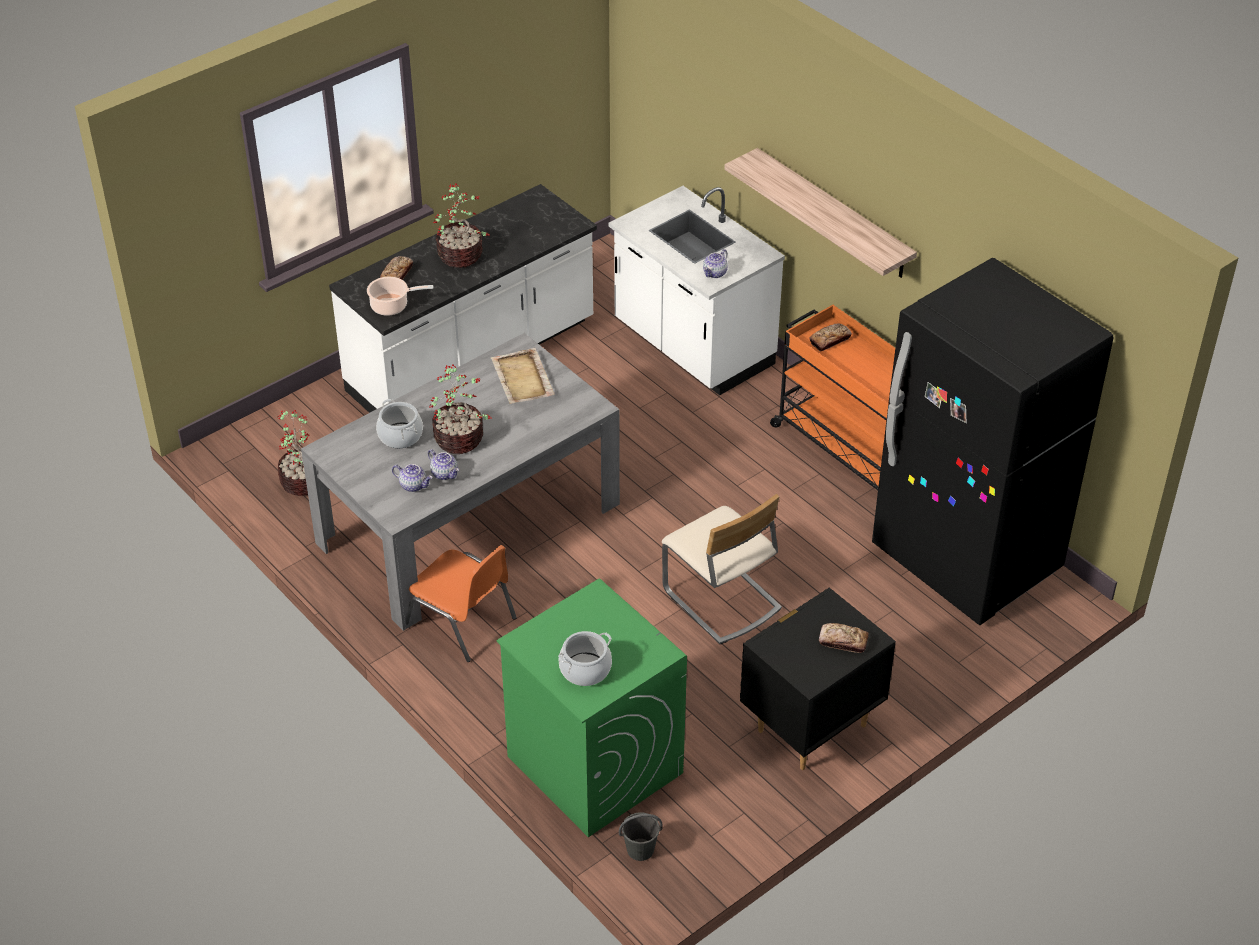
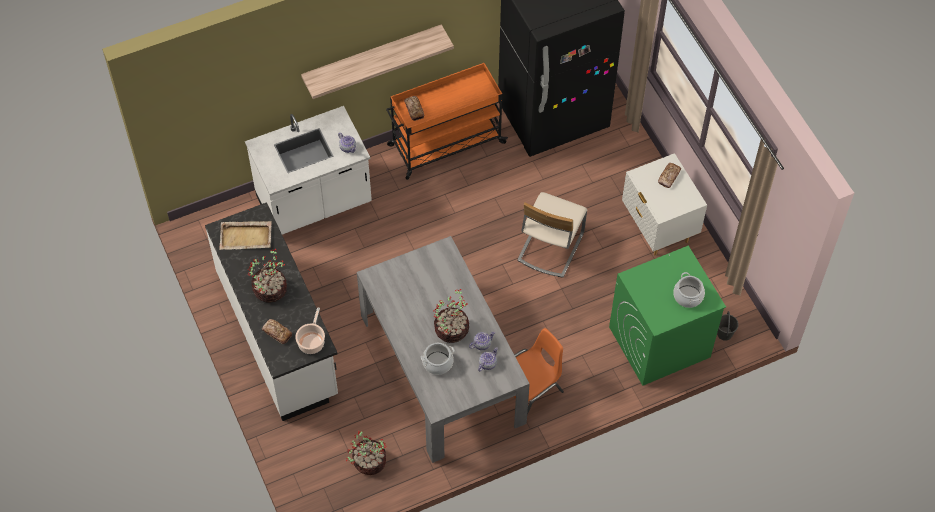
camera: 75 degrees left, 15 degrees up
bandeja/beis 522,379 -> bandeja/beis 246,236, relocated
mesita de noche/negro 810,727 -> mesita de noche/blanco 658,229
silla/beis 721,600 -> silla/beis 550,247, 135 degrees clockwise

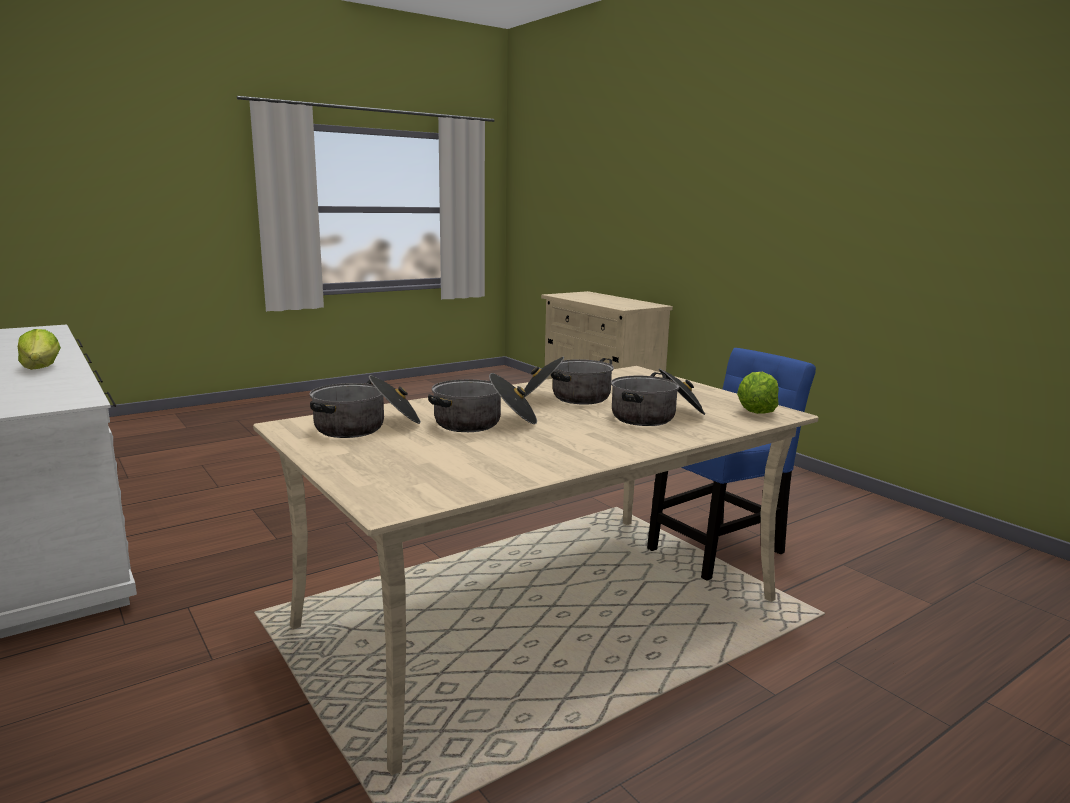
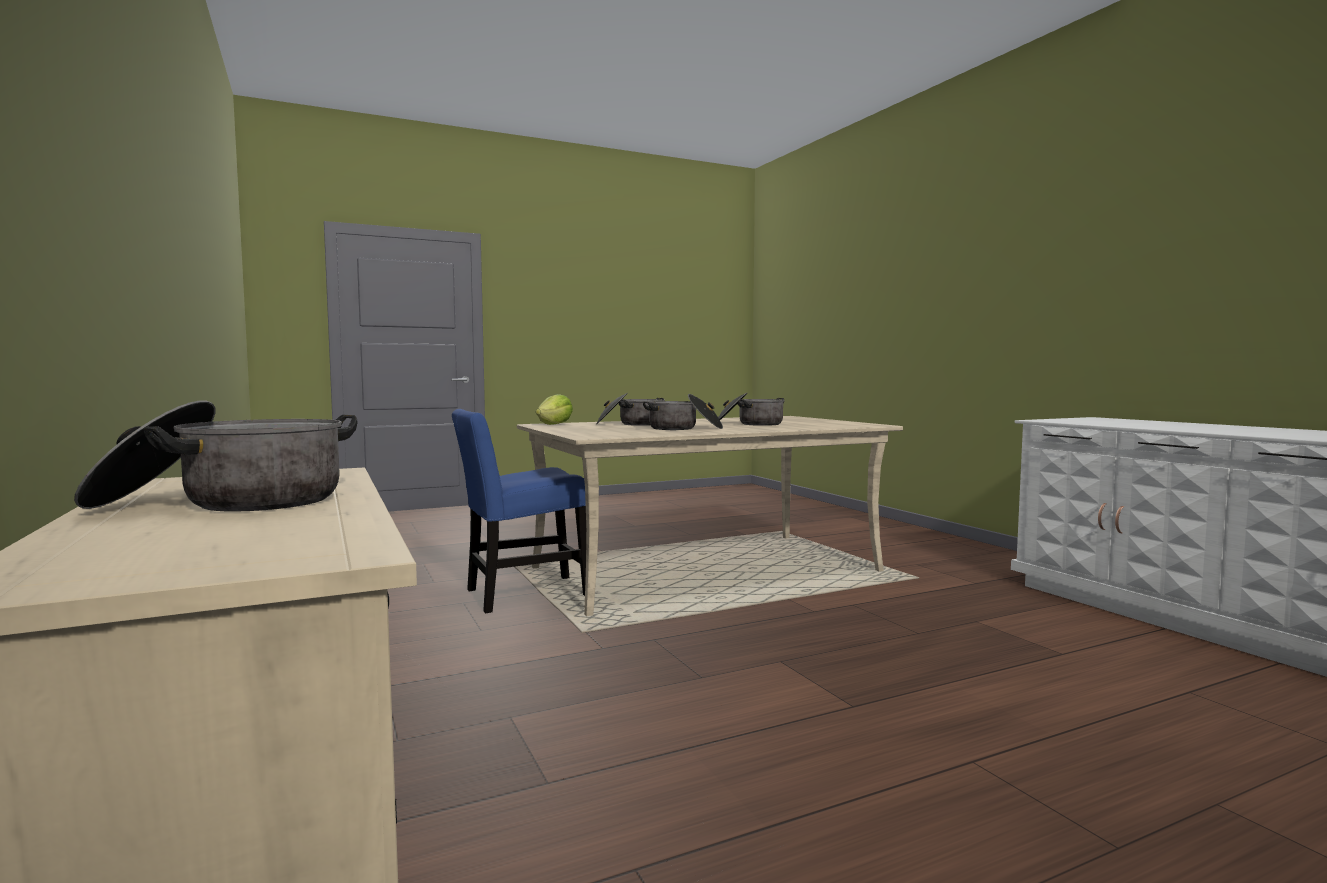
camera: 170 degrees left, 10 degrees down
lechuga 41,368 -> none
olla 366,427 -> olla 226,502, relocated

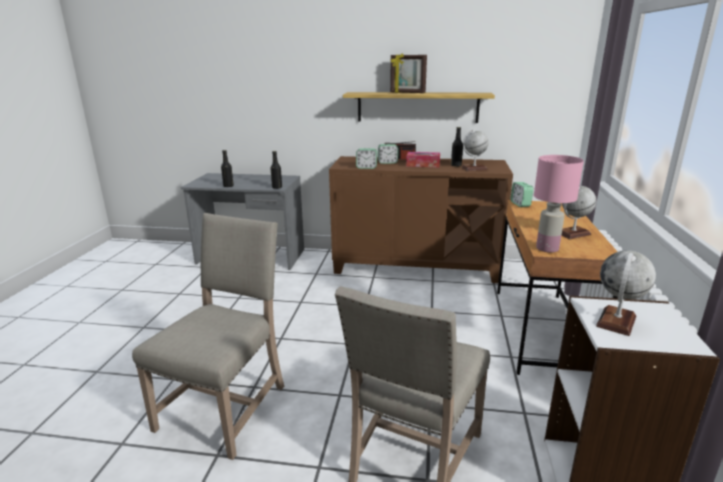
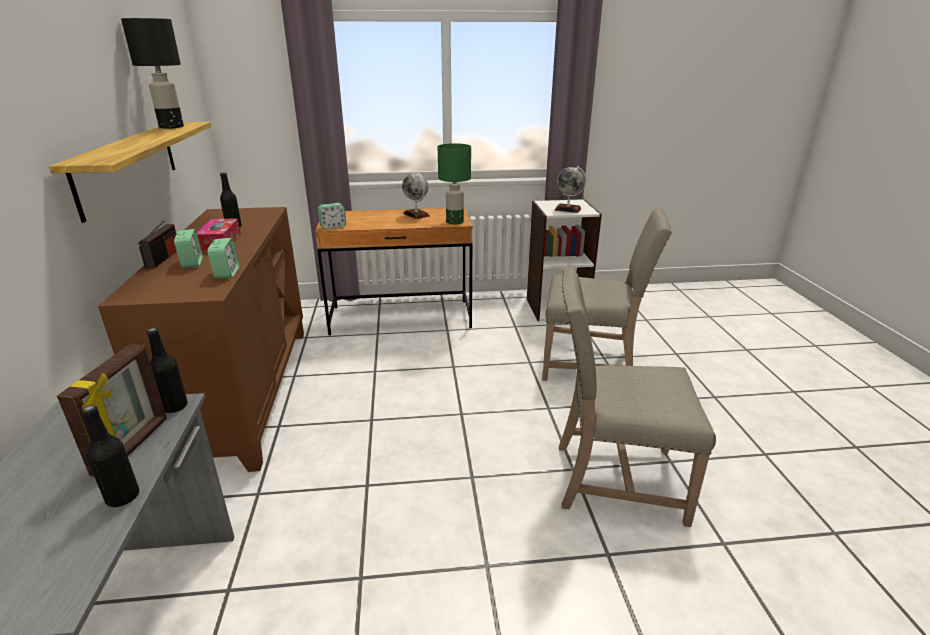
camera: 105 degrees left, 5 degrees up
globo terráqueo 474,168 -> none
none -> lámpara de mesa/negro 172,127
portarretratos 407,93 -> portarretratos 133,446, relocated
lámpara de mesa/rosa 547,248 -> lámpara de mesa/verde 454,222

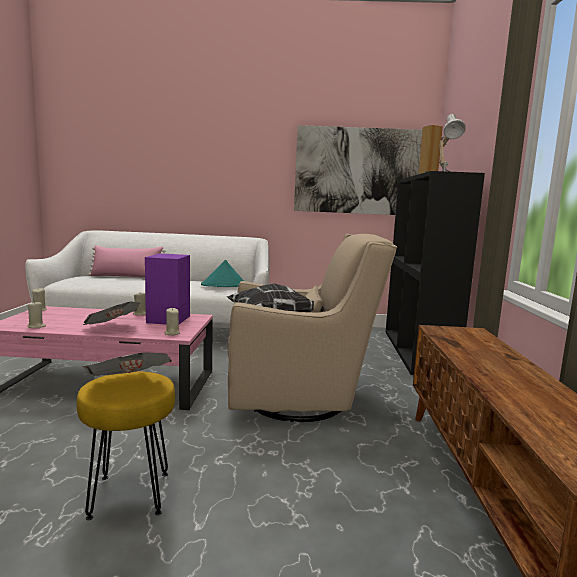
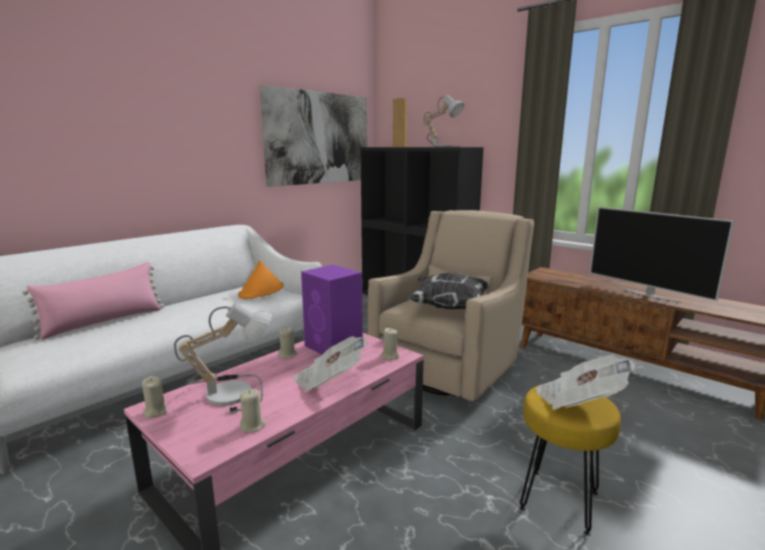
camera: 50 degrees left, 5 degrees up
none -> lámpara de mesa 232,391
none -> televisor 647,294
sombrero/turquesa 224,285 -> sombrero/naranja 262,291

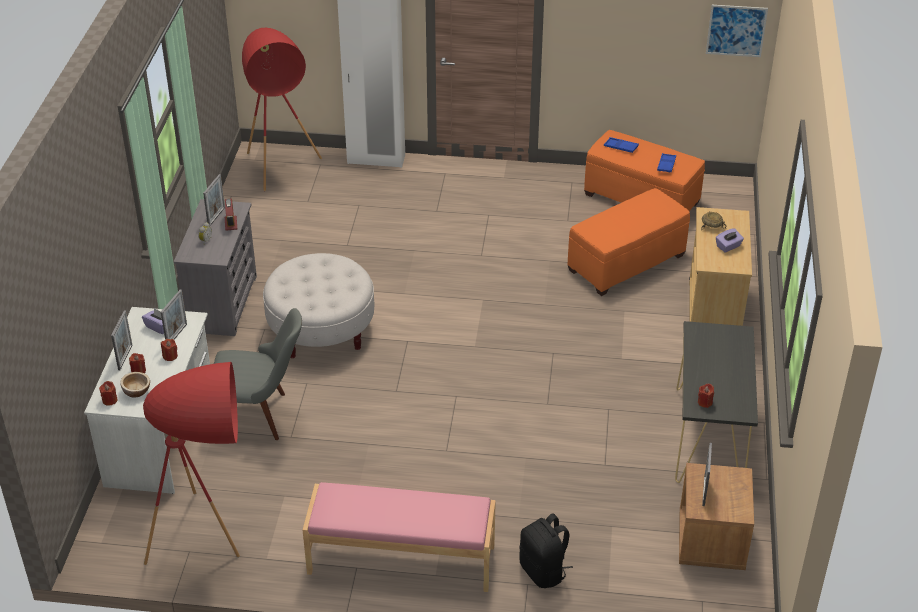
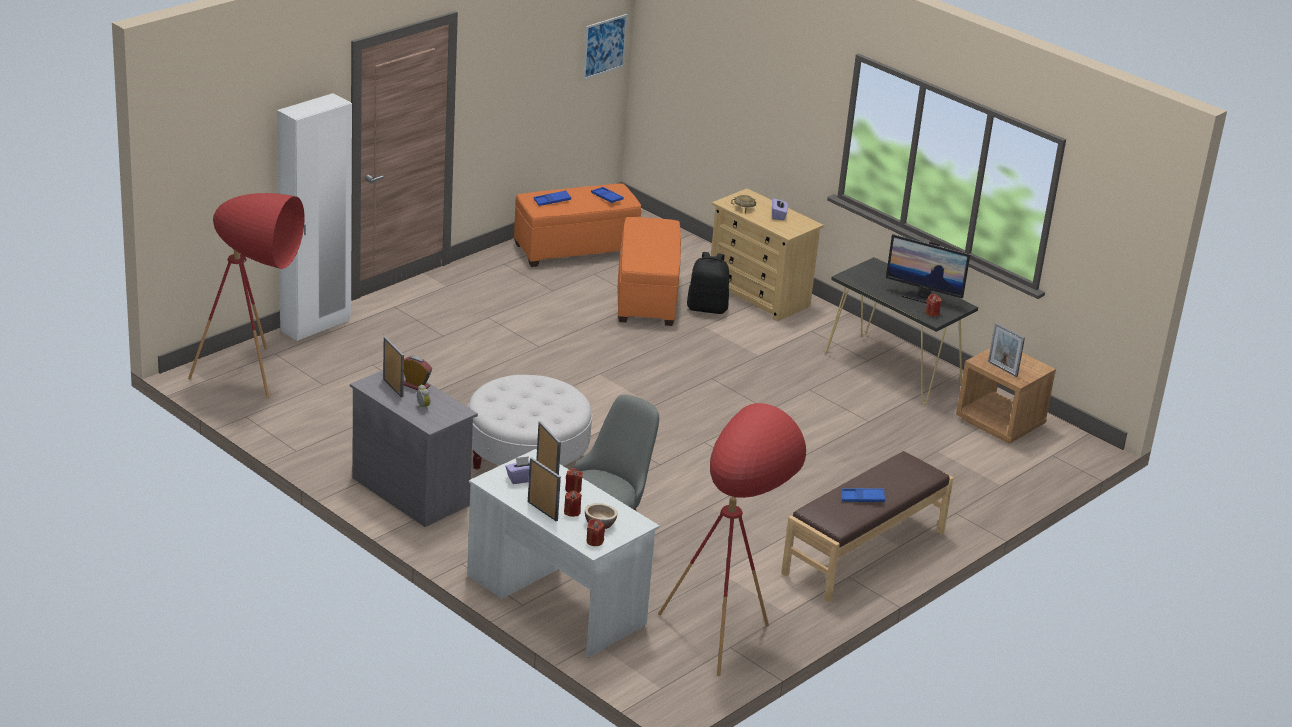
camera: 55 degrees left, 10 degrees down
none -> bandeja/azul 862,498
none -> monitor 923,297
mochila/negro 544,571 -> mochila/negro 707,308, relocated
banco/rosa 401,560 -> banco/marrón 865,553

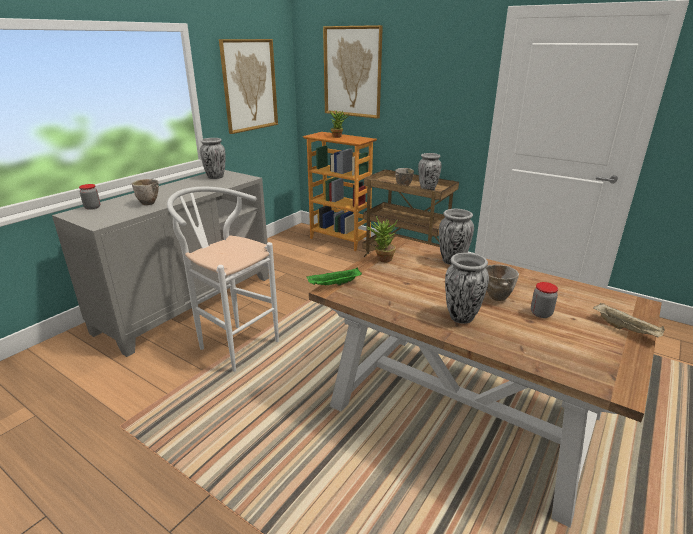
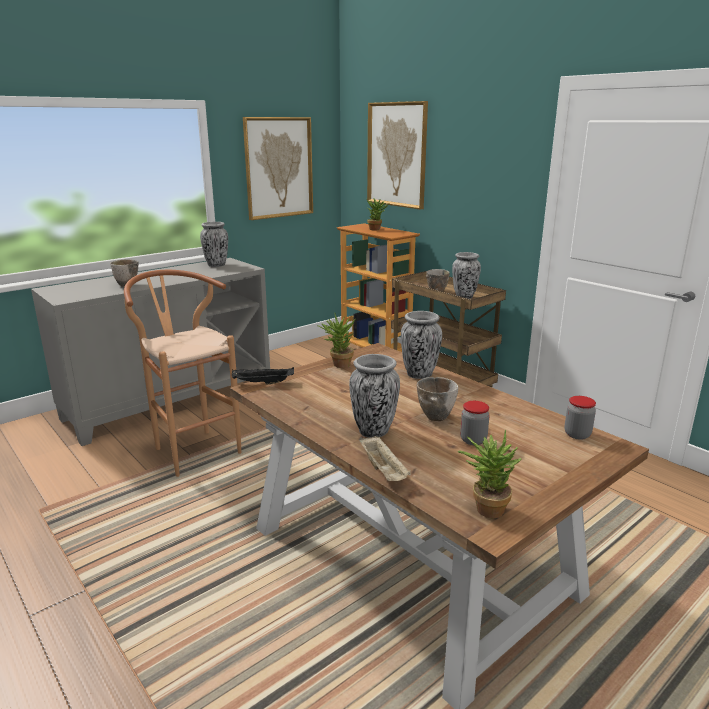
camera: 15 degrees right, 5 degrees down
none -> planta en maceta 485,507
tarro 92,207 -> tarro 577,434, relocated
bandeja/beis 626,329 -> bandeja/beis 384,471, relocated
taburete/blanco 233,343 -> taburete/marrón 192,448
bandeja/verde 334,285 -> bandeja/negro 262,383

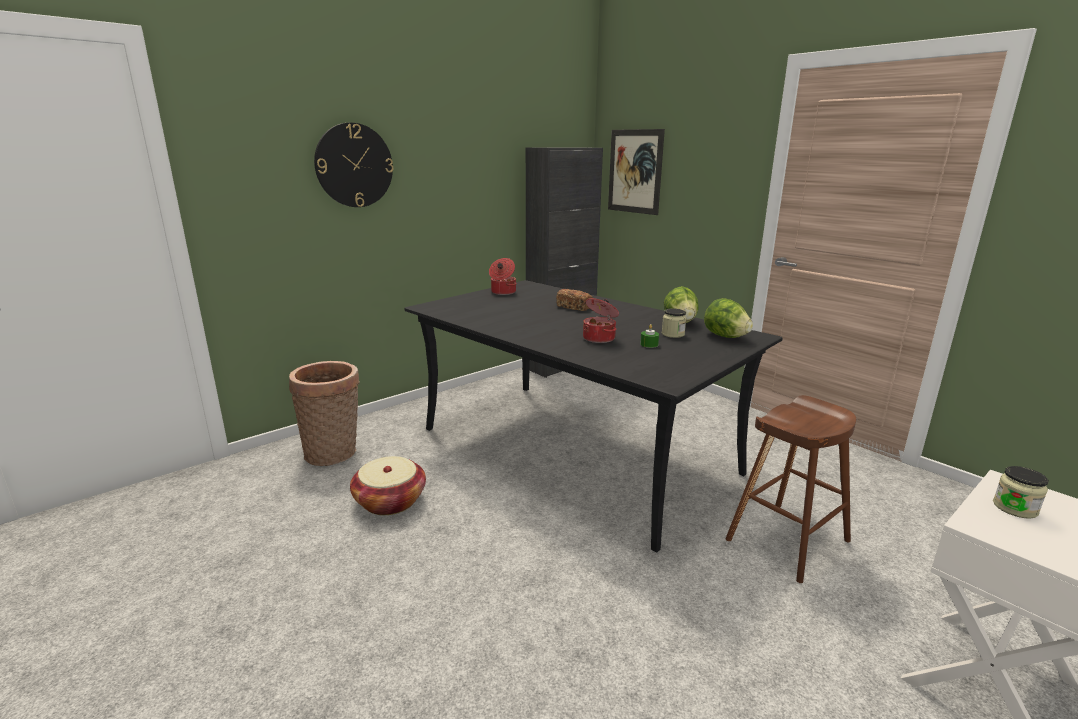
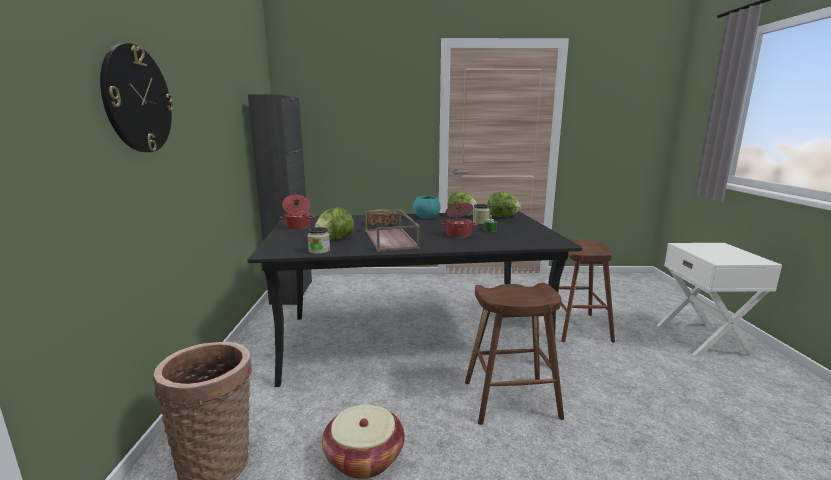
camera: 50 degrees left, 5 degrees down
cuadro 635,171 -> none
none -> lechuga 334,239
none -> bandeja/marrón 391,239
none -> cuenco/turquesa 427,218
none -> taburete/marrón 511,399
tarro 1015,508 -> tarro 319,251, relocated

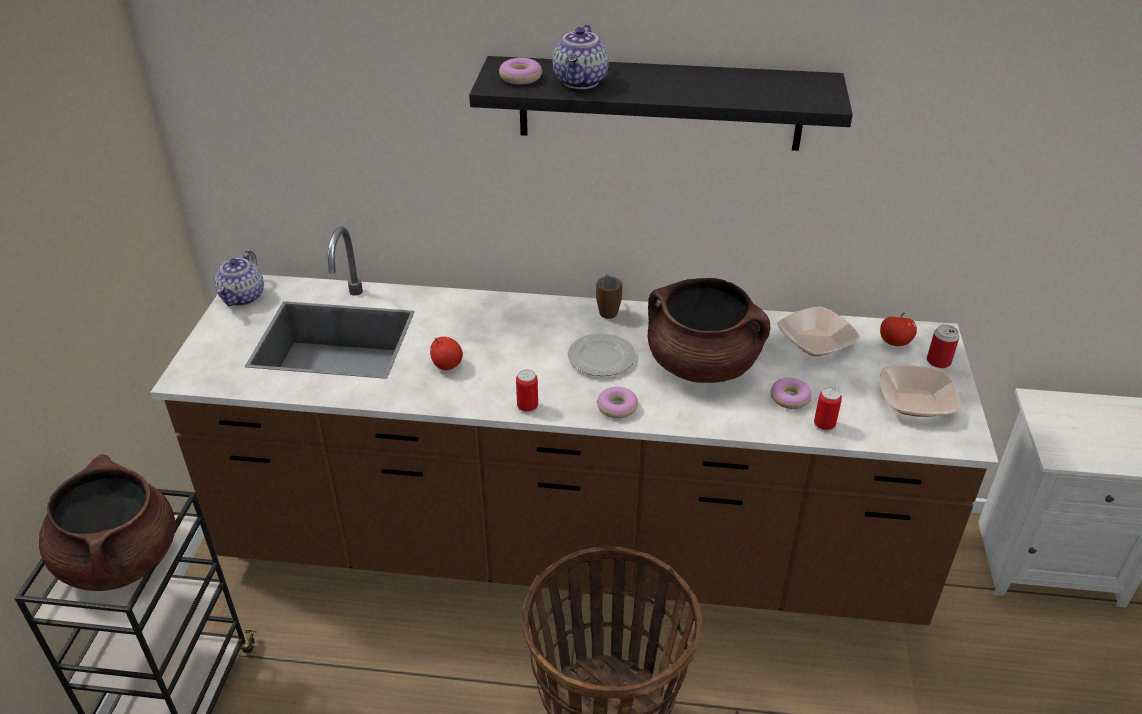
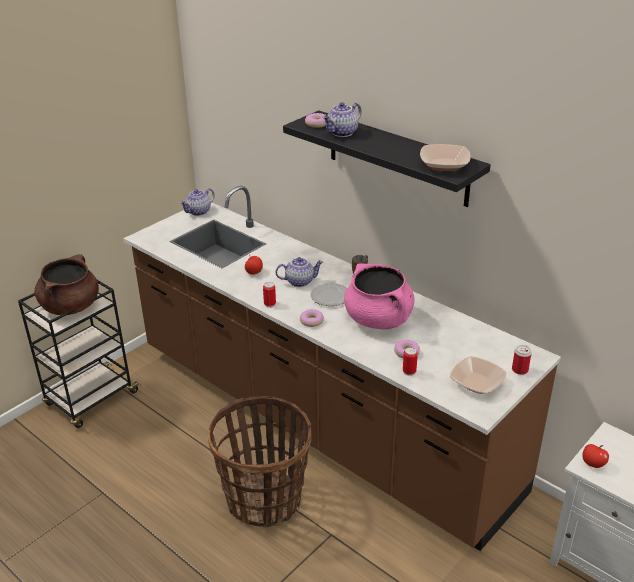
camera: 35 degrees right, 5 degrees down
none -> tetera 300,281
cuenco 815,342 -> cuenco 444,165, relocated
manzana 894,343 -> manzana 593,464, relocated
olla/marrón 702,365 -> olla/rosa 378,319

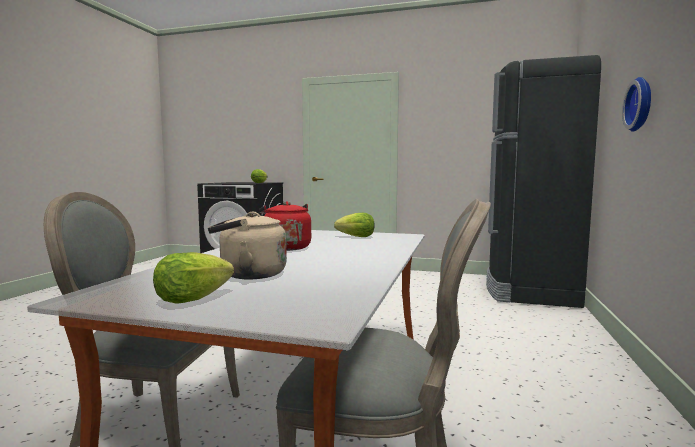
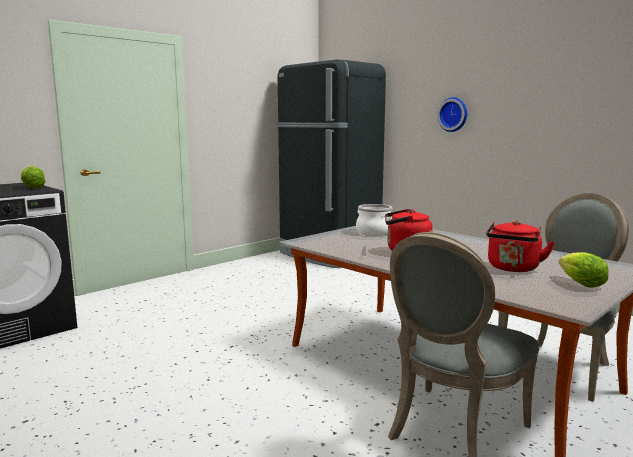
camera: 60 degrees left, 5 degrees up
lechuga 356,237 -> olla 374,232
hervidor/beis 249,275 -> hervidor/rojo 513,269

